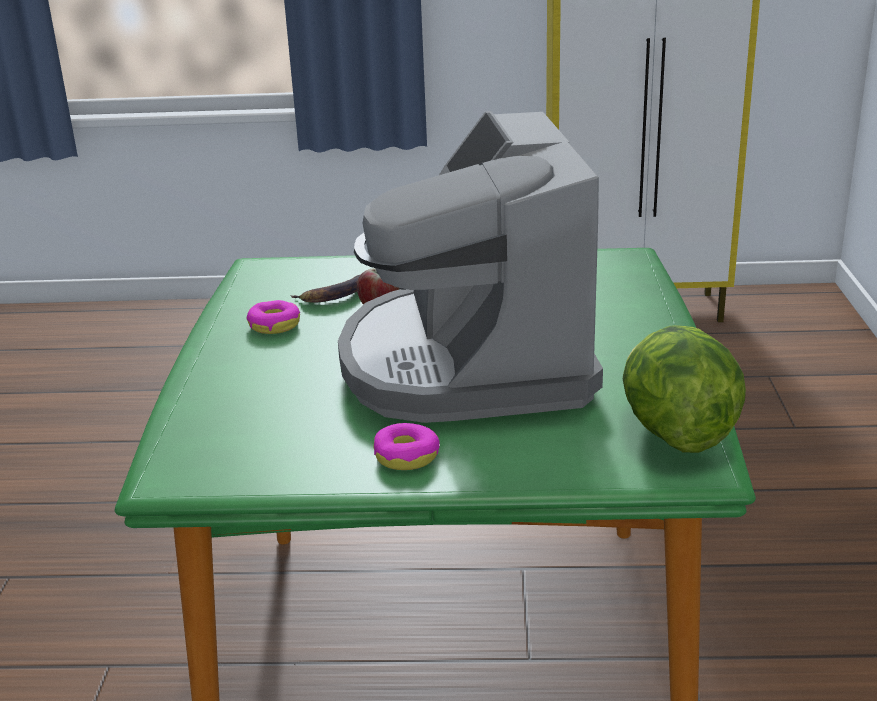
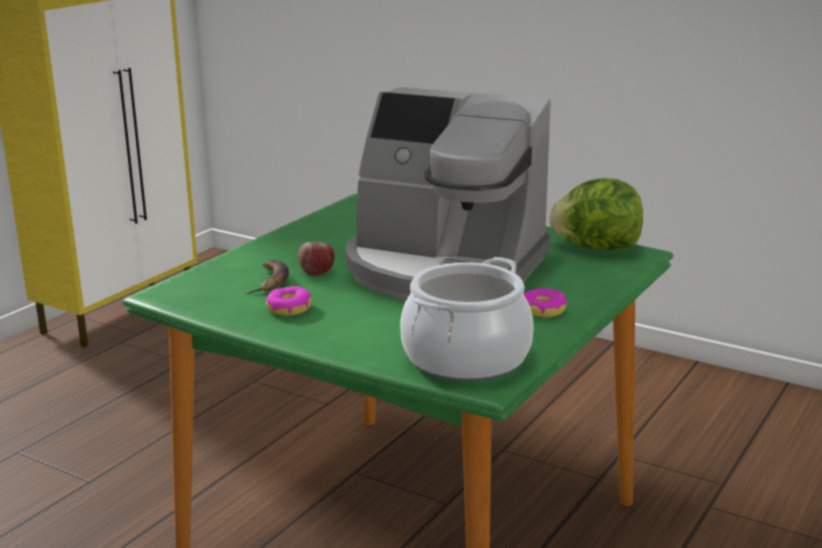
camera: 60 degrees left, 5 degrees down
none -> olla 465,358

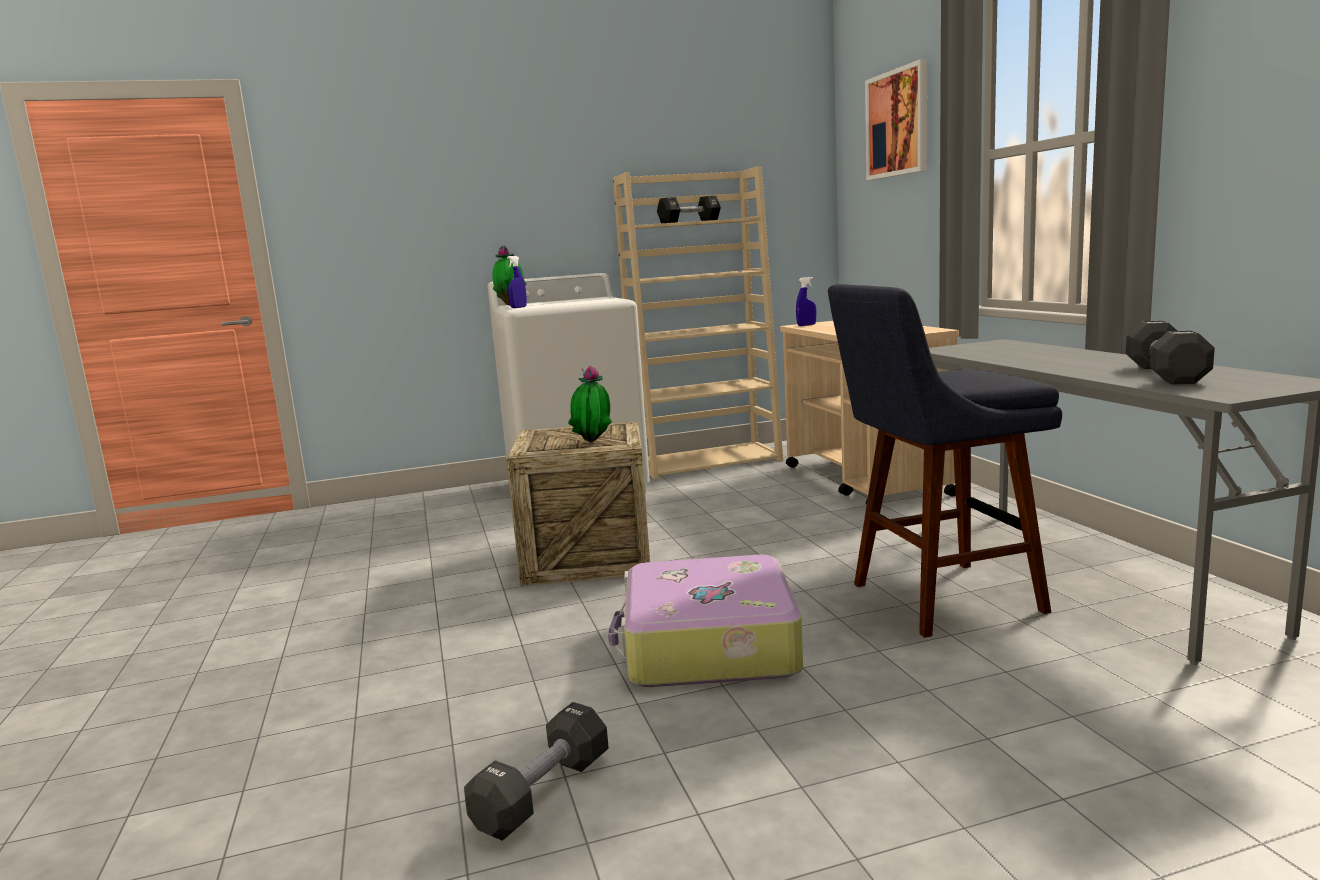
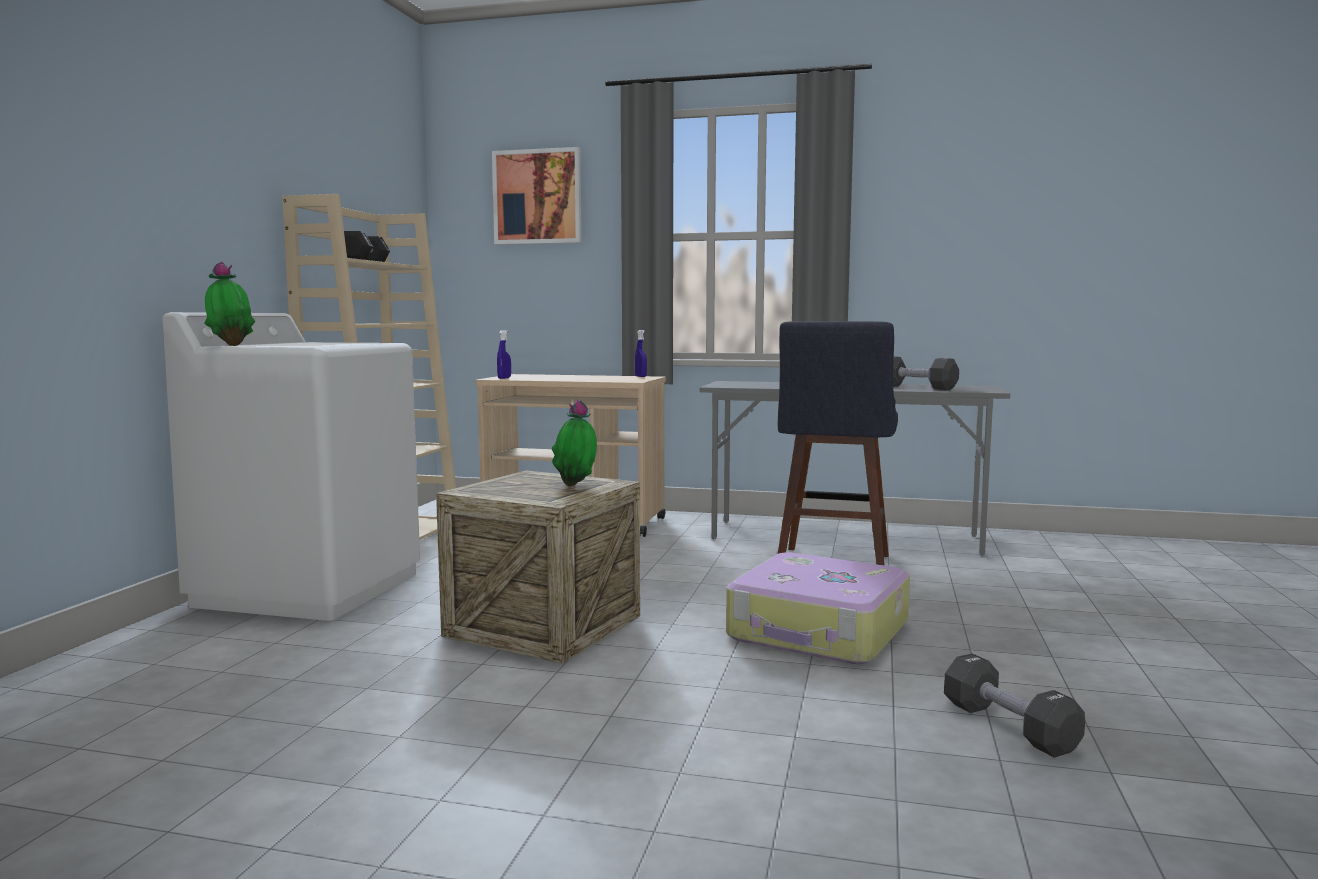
camera: 60 degrees left, 5 degrees down
pulverizador/azul 518,307 -> pulverizador/azul 640,376, relocated

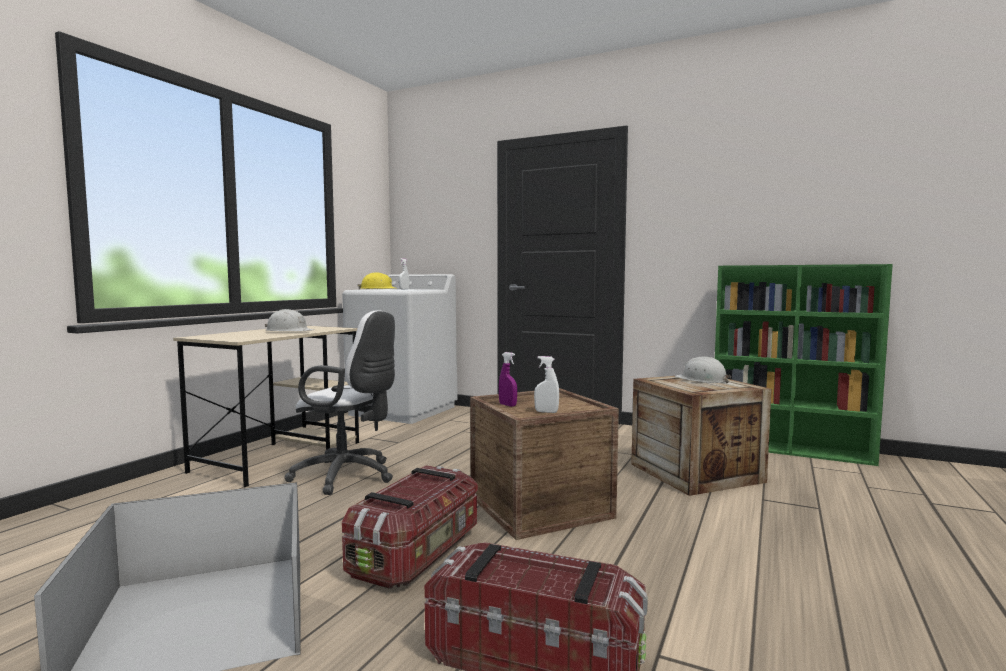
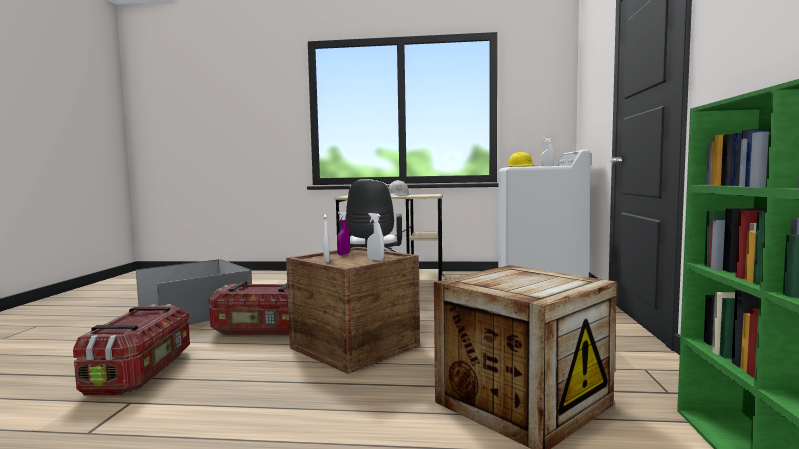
camera: 70 degrees right, 0 degrees up
casco/blanco 702,379 -> none
none -> pulverizador/blanco 375,260

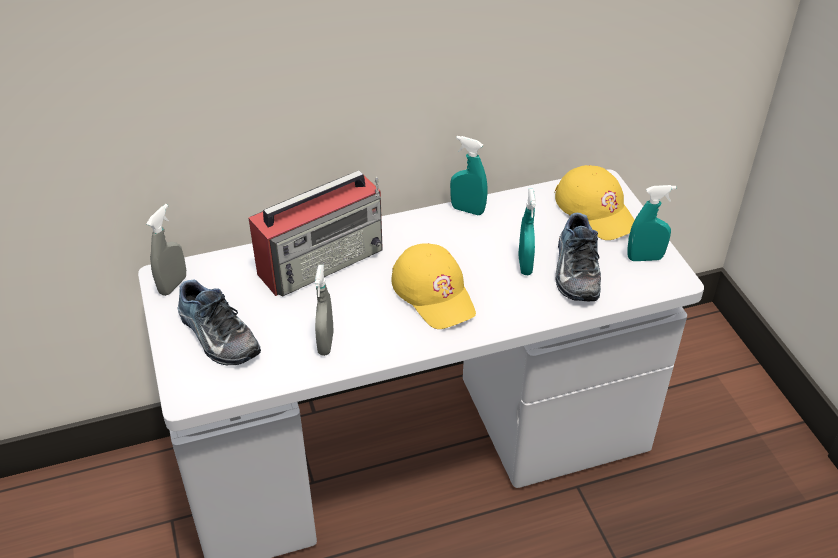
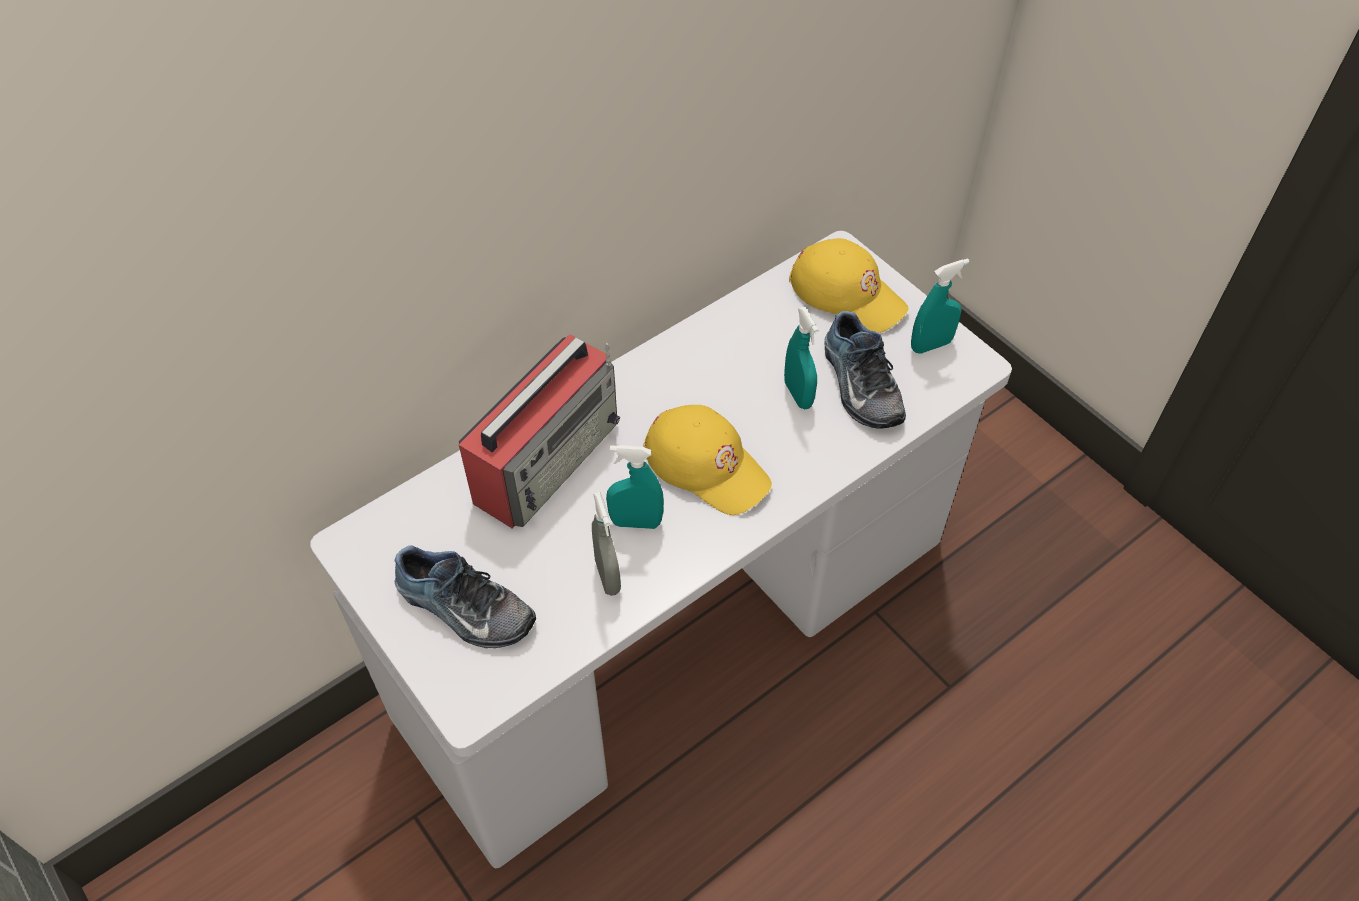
camera: 20 degrees left, 10 degrees up
pulverizador/gris 173,285 -> none
pulverizador/turquesa 467,210 -> pulverizador/turquesa 636,522, relocated

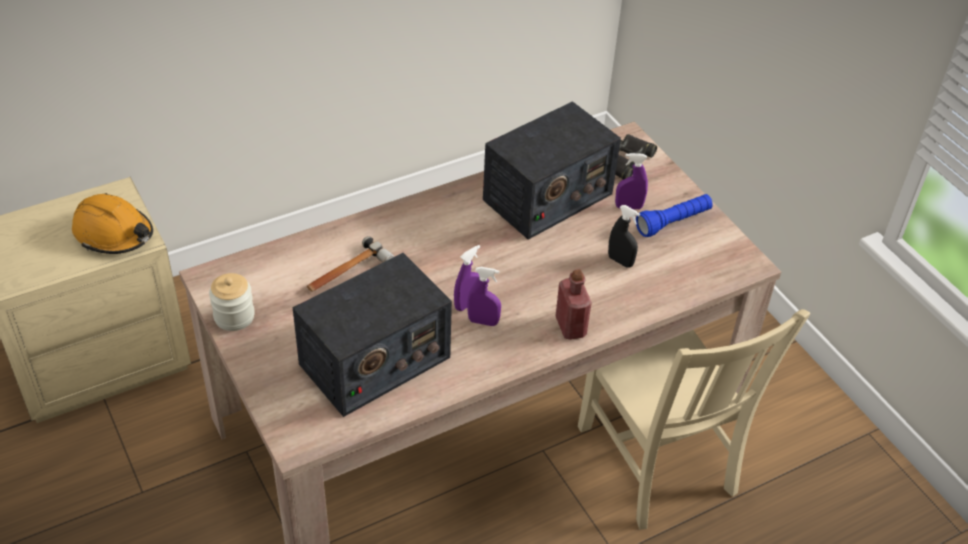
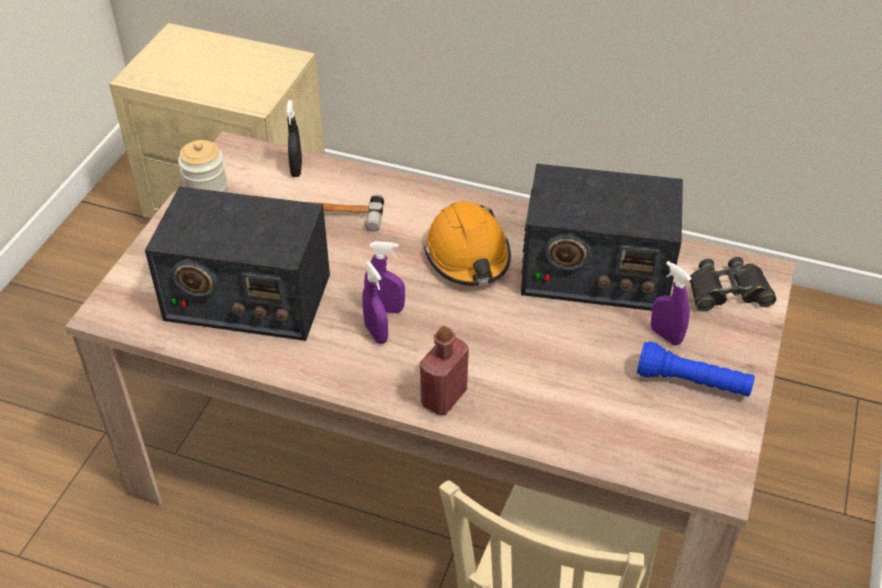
camera: 50 degrees right, 0 degrees up
casco/naranja 114,233 -> casco/naranja 468,256, relocated
pulverizador/negro 620,261 -> pulverizador/negro 296,169, relocated

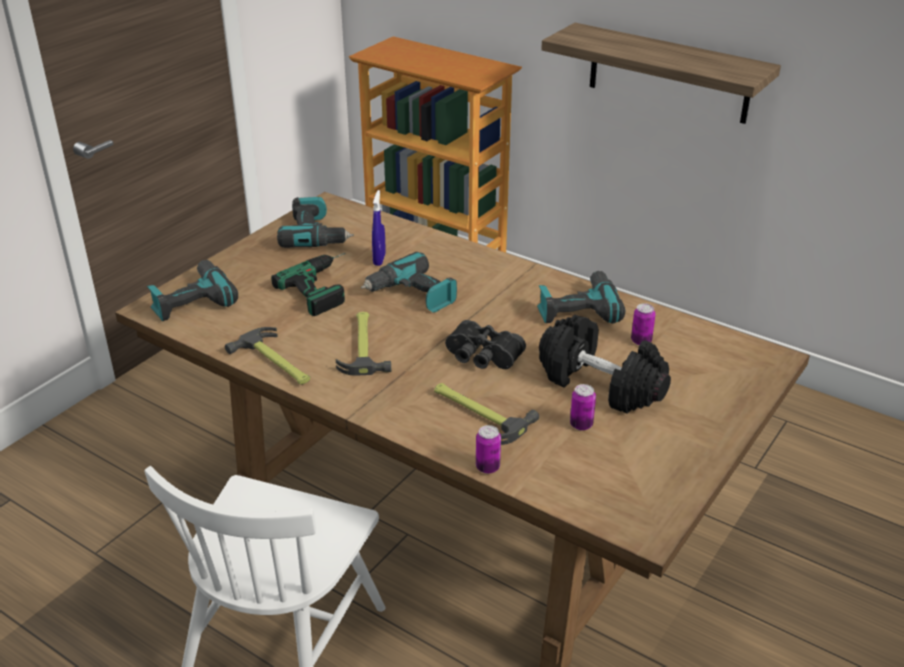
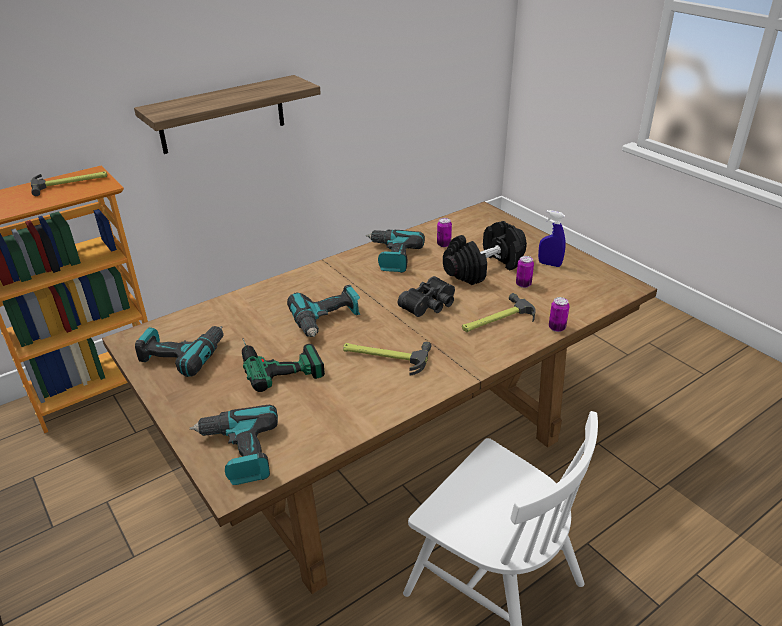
camera: 70 degrees left, 0 degrees up
martillo 276,362 -> martillo 70,183, relocated
pulverizador/azul 379,259 -> pulverizador/azul 549,264, relocated

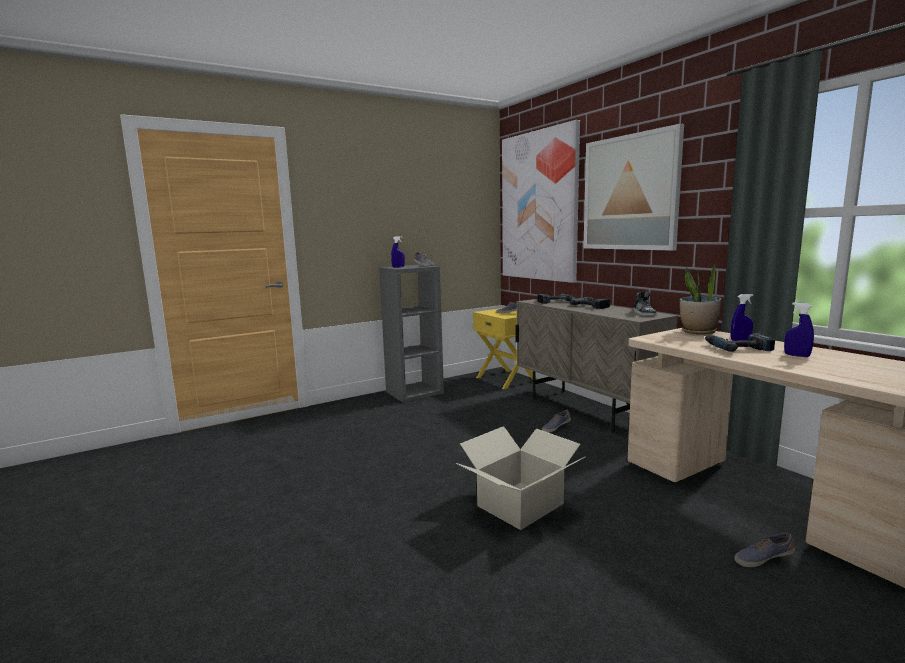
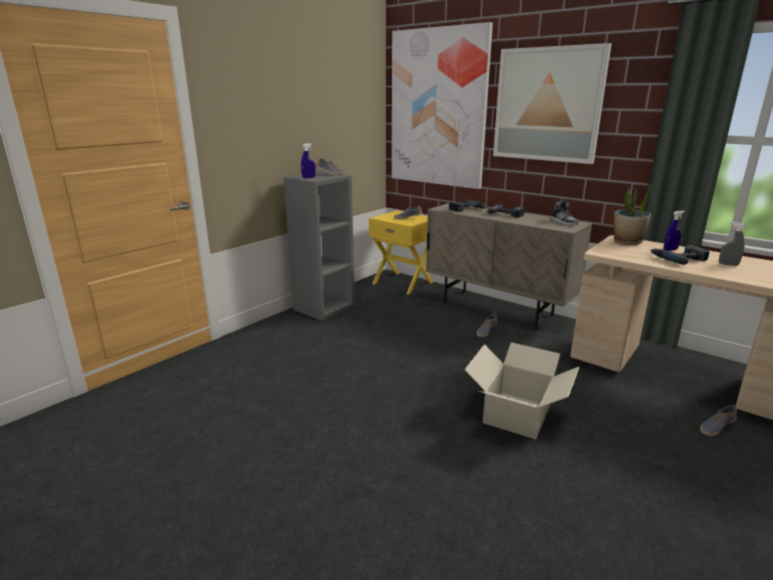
camera: 20 degrees left, 10 degrees up
pulverizador/azul 797,355 -> pulverizador/gris 728,264

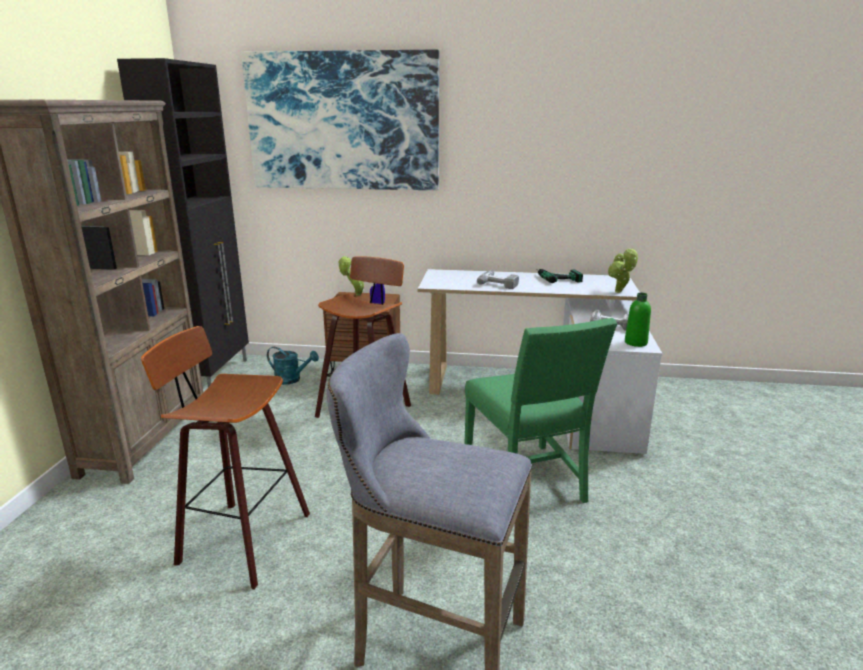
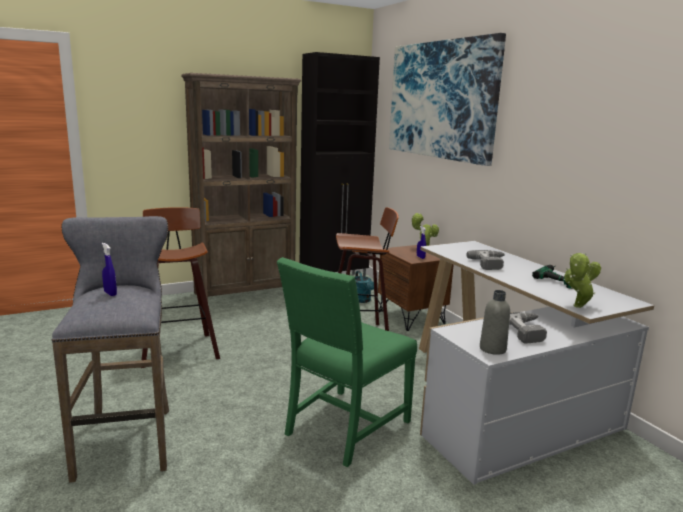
camera: 55 degrees right, 5 degrees down
none -> pulverizador/azul 110,293
botella/verde 635,343 -> botella/gris 492,349

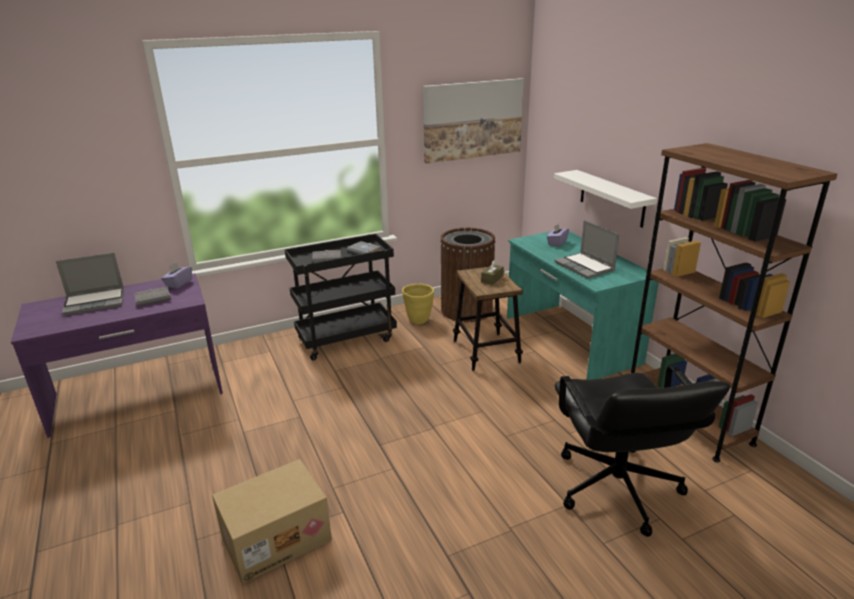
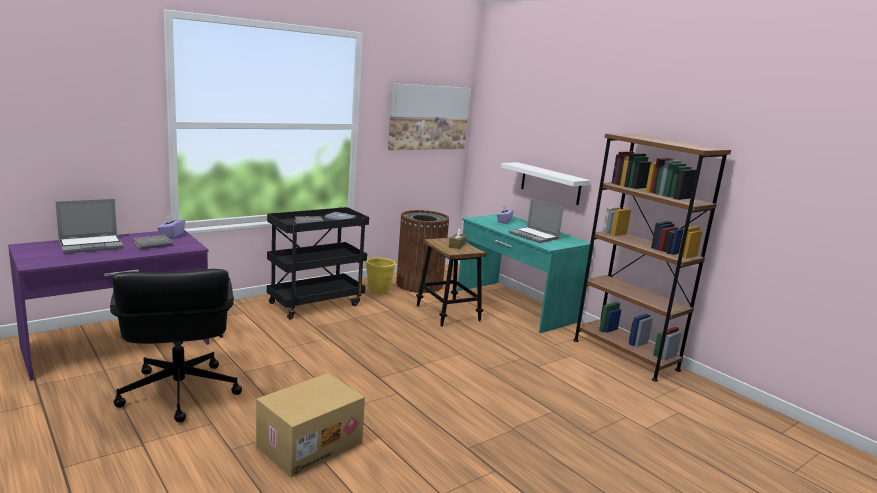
camera: 15 degrees left, 10 degrees down
silla de oficina/negro 616,489 -> silla de oficina/negro 178,393, relocated

